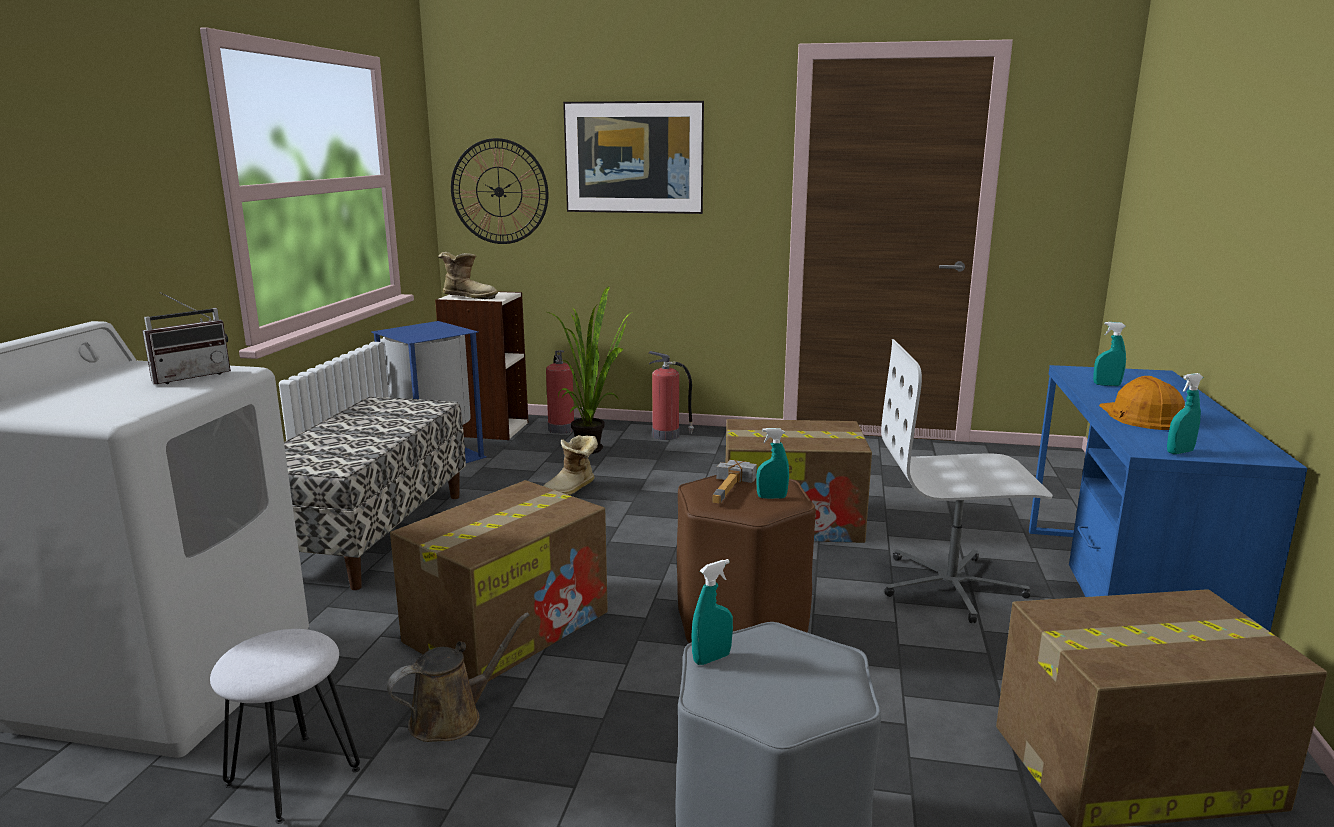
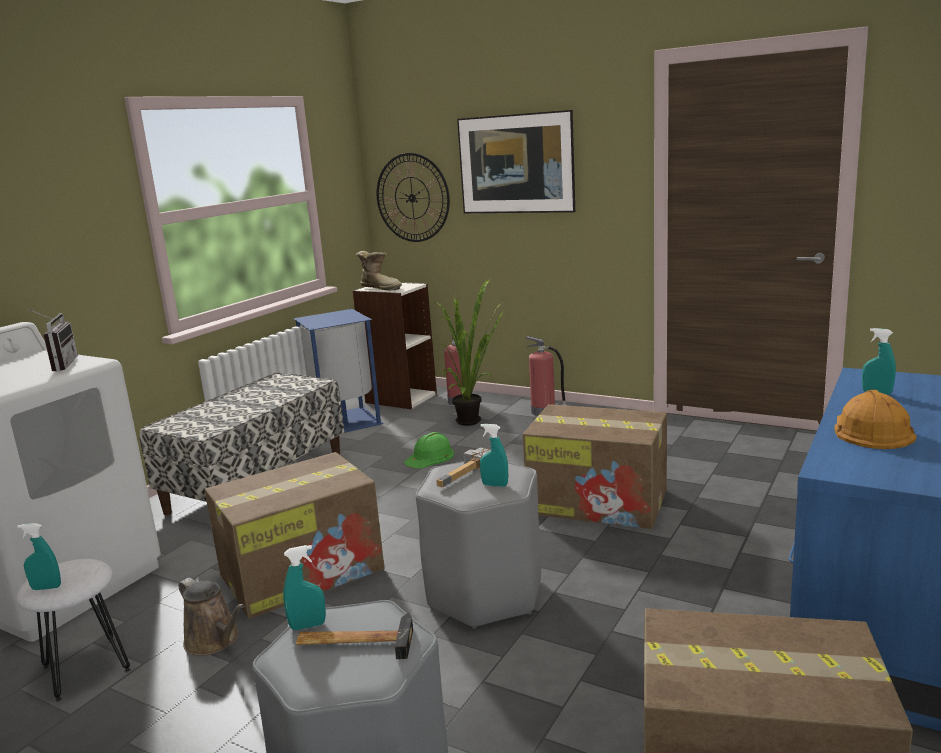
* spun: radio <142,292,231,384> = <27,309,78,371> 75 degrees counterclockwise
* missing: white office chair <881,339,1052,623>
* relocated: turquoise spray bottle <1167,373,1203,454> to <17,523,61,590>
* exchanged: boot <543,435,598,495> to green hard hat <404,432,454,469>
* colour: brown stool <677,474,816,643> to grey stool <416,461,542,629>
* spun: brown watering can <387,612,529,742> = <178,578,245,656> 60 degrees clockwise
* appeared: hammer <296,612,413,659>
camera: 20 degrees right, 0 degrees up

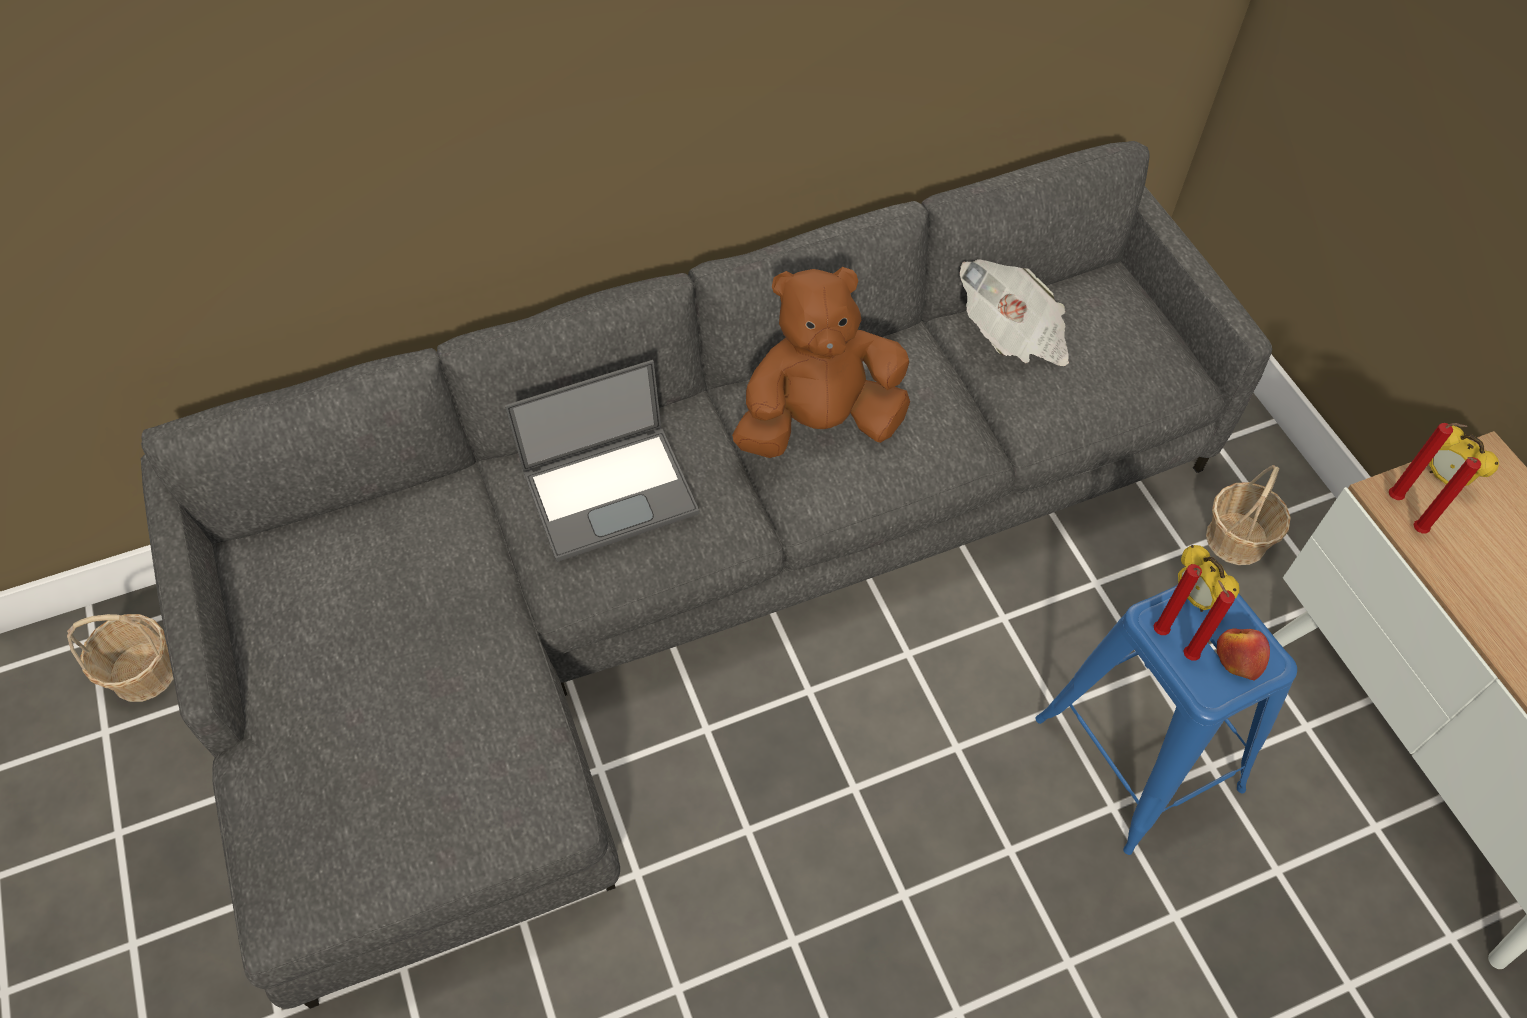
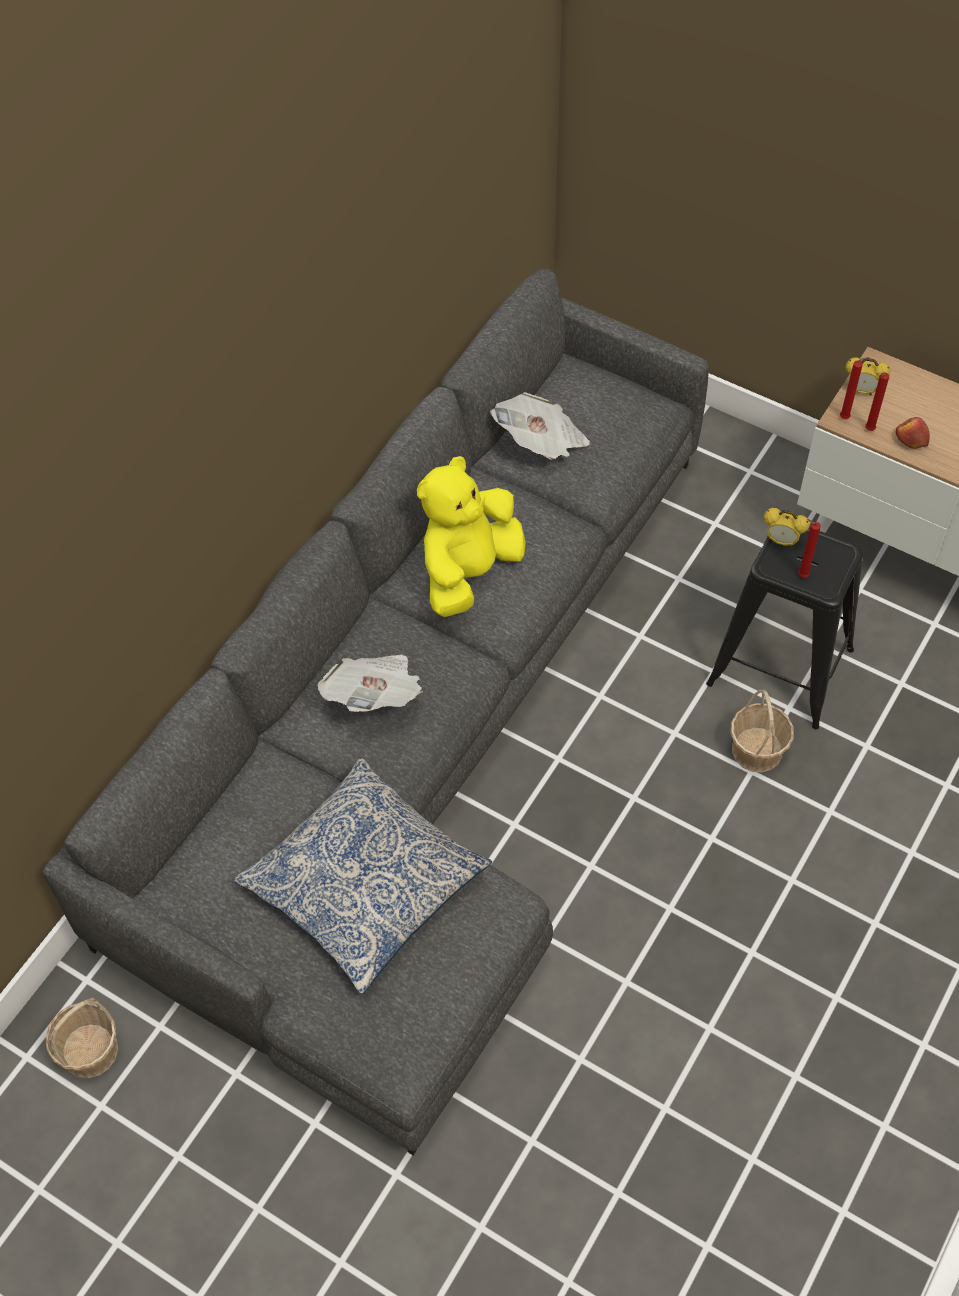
* colour: brown plush toy <732,267,910,458> to yellow plush toy <417,456,526,617>
* exchanged: laptop <505,360,699,562> to newspaper <318,654,423,712>
* relocated: basket <1206,465,1291,565> to <731,689,794,773>
* missing: red candle <1154,564,1202,635>
* colour: blue stool <1035,585,1297,855> to black stool <706,527,863,729>
* relocated: apple <1217,628,1270,681> to <895,417,930,449>
* appeared: pillow <234,758,492,994>
camera: 35 degrees left, 0 degrees up

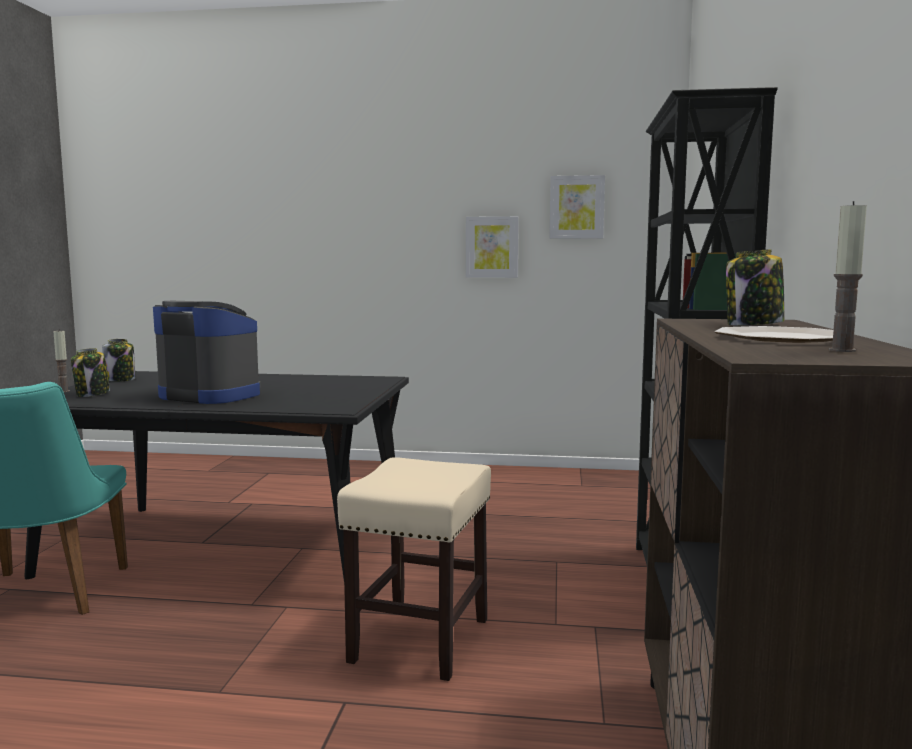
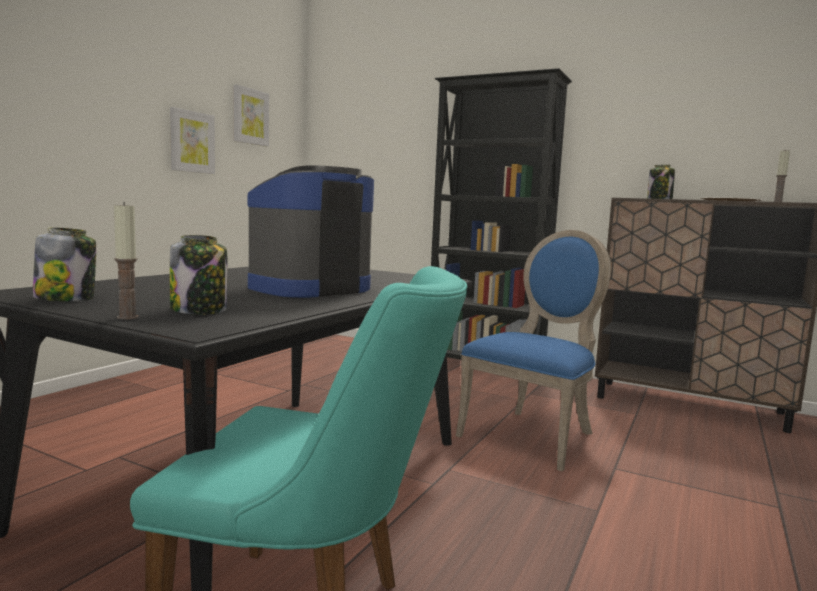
* exchanged: beige stool <337,457,491,681> to blue chair <456,230,611,471>
camera: 70 degrees left, 0 degrees up

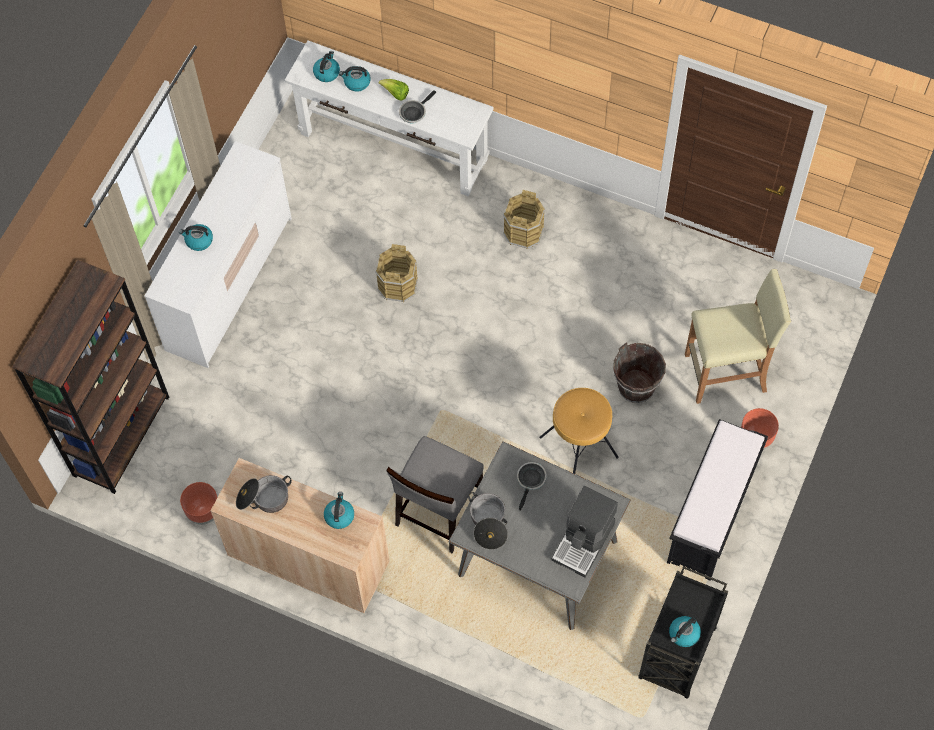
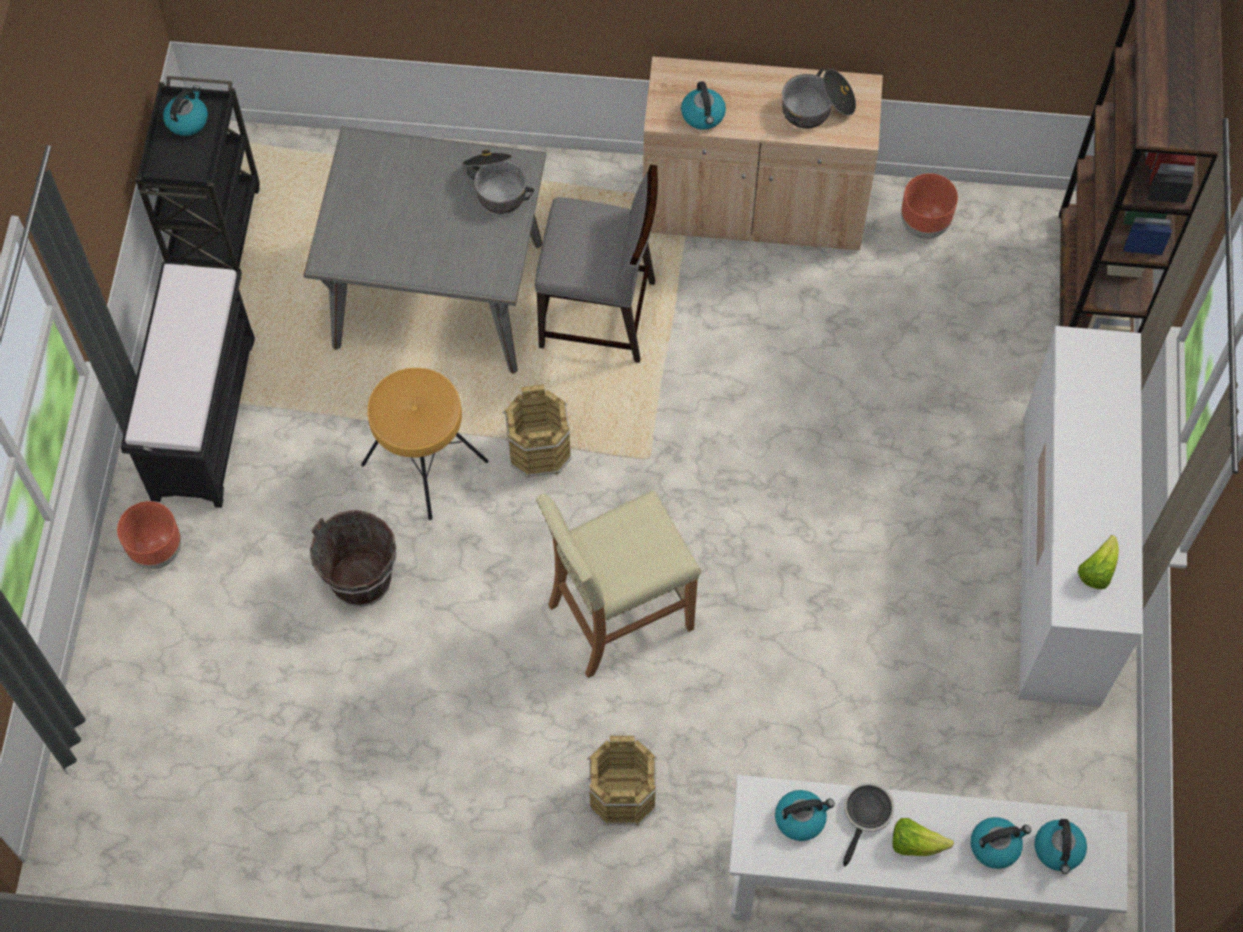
* relocated: kettle <179,224,213,251> to <775,790,835,841>
* relocated: brown bucket <375,244,418,302> to <503,384,572,478>
* relocated: beige stool <685,269,791,404> to <536,490,701,678>
* spun: grey chair <386,436,484,554> = <535,164,658,363> 90 degrees clockwise
* missing: frying pan <517,462,547,511>
* missing: coffee machine <551,486,618,577>
* appeared: lettuce <1078,535,1119,589>
camera: 160 degrees right, 0 degrees up

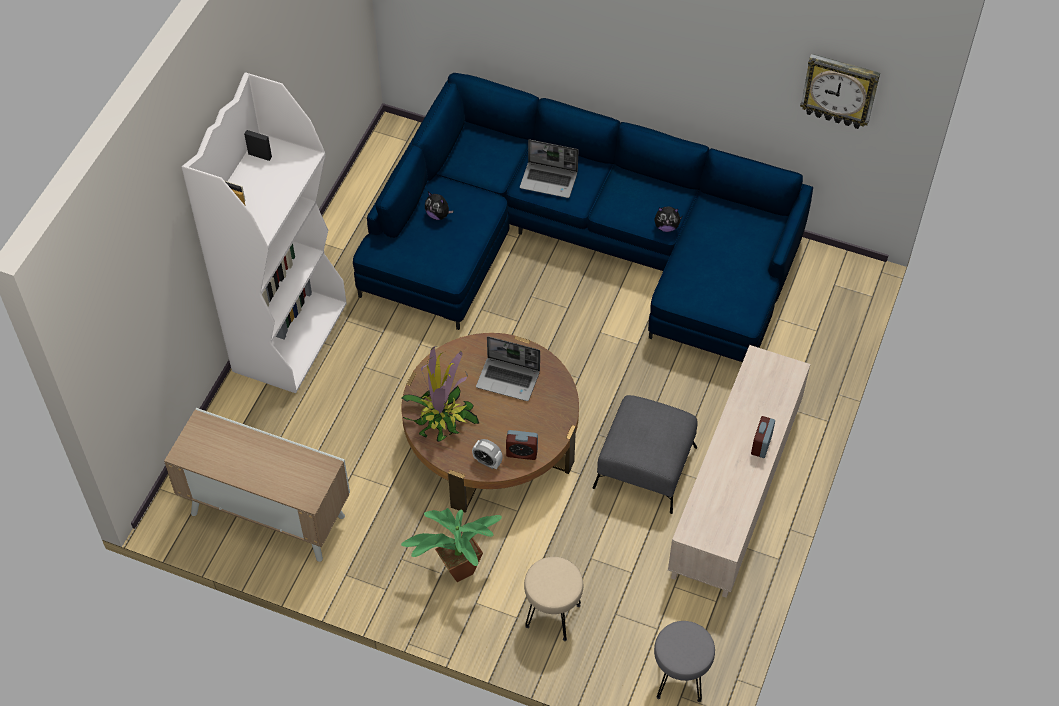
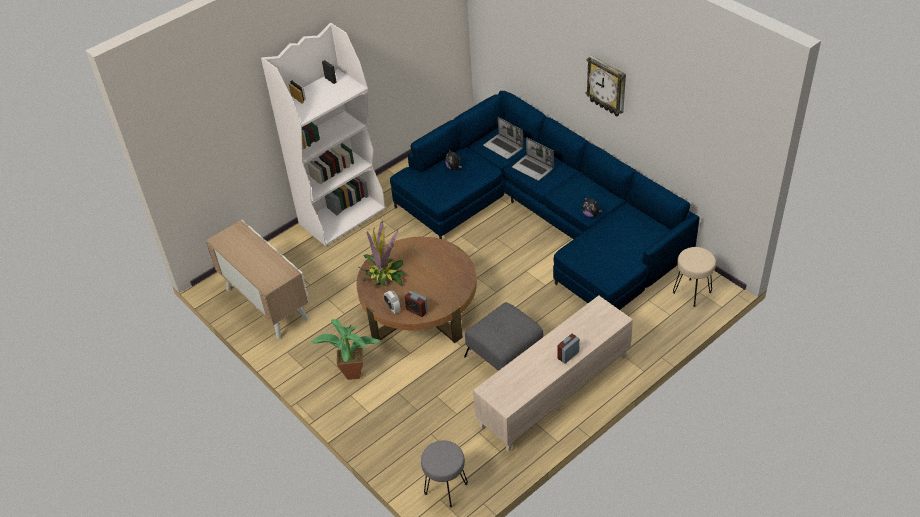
* relocated: wall clock <800,54,880,129> to <585,55,626,116>
* relocated: laptop <476,336,540,401> to <483,117,523,159>
* relocated: beige stool <524,557,583,641> to <673,247,716,307>
camera: 30 degrees right, 10 degrees down

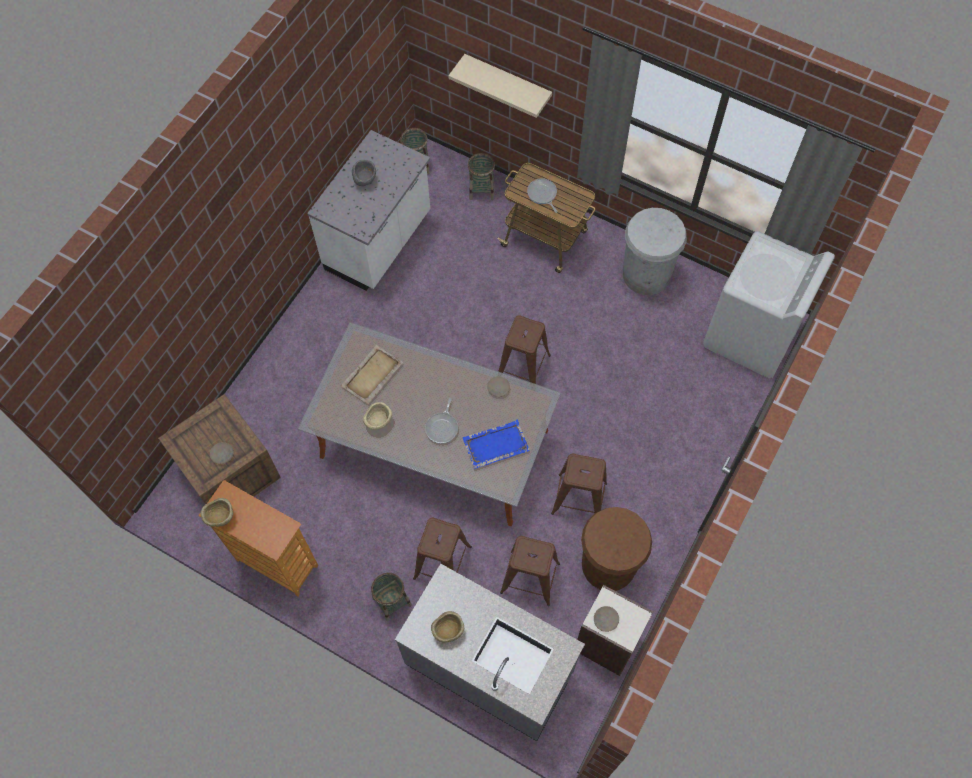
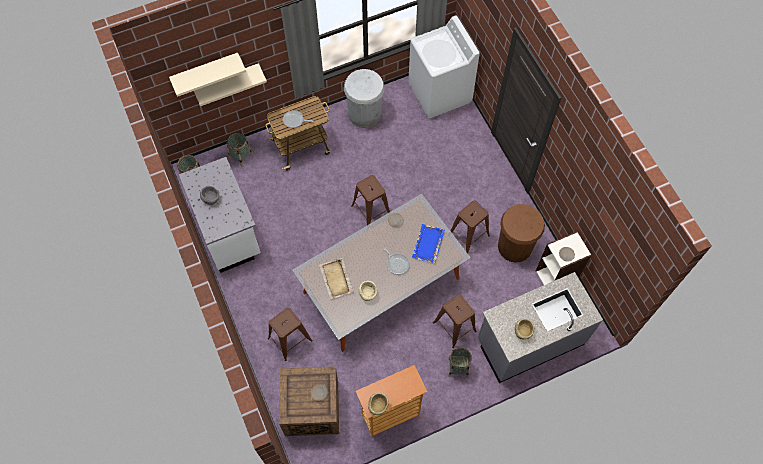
* relocated: brown stool <500,536,560,606> to <268,308,313,361>
* appeared: beige shelf <169,53,246,97>
camera: 55 degrees left, 0 degrees up

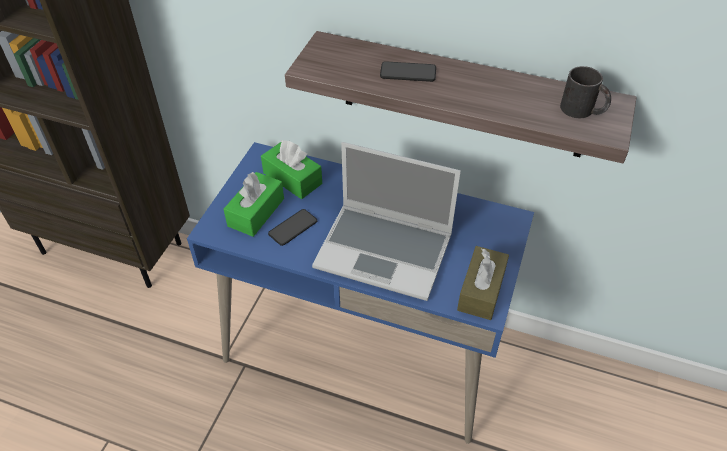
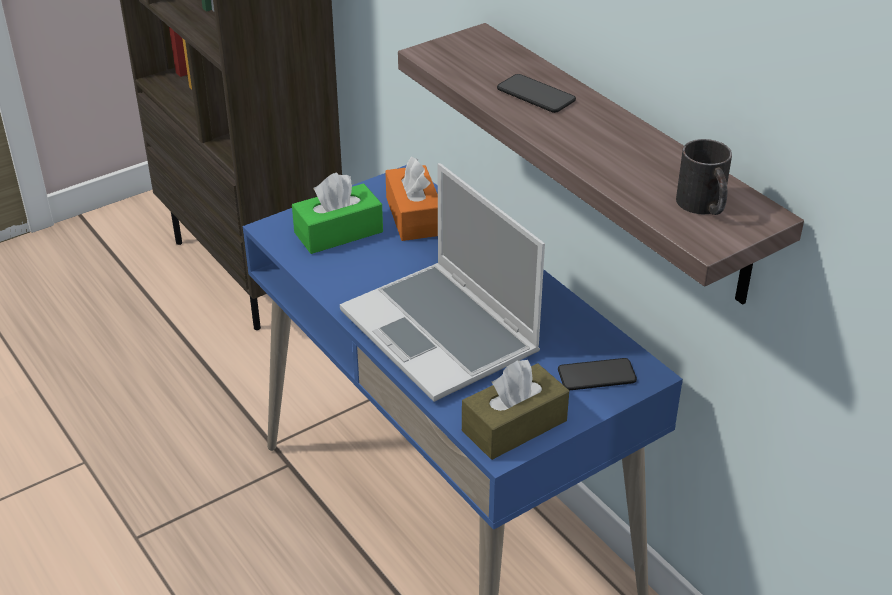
* colour: green tissue box <261,140,322,199> to orange tissue box <385,157,438,241>
* relocated: phone <268,209,317,246> to <558,358,637,390>
camera: 35 degrees right, 10 degrees down

